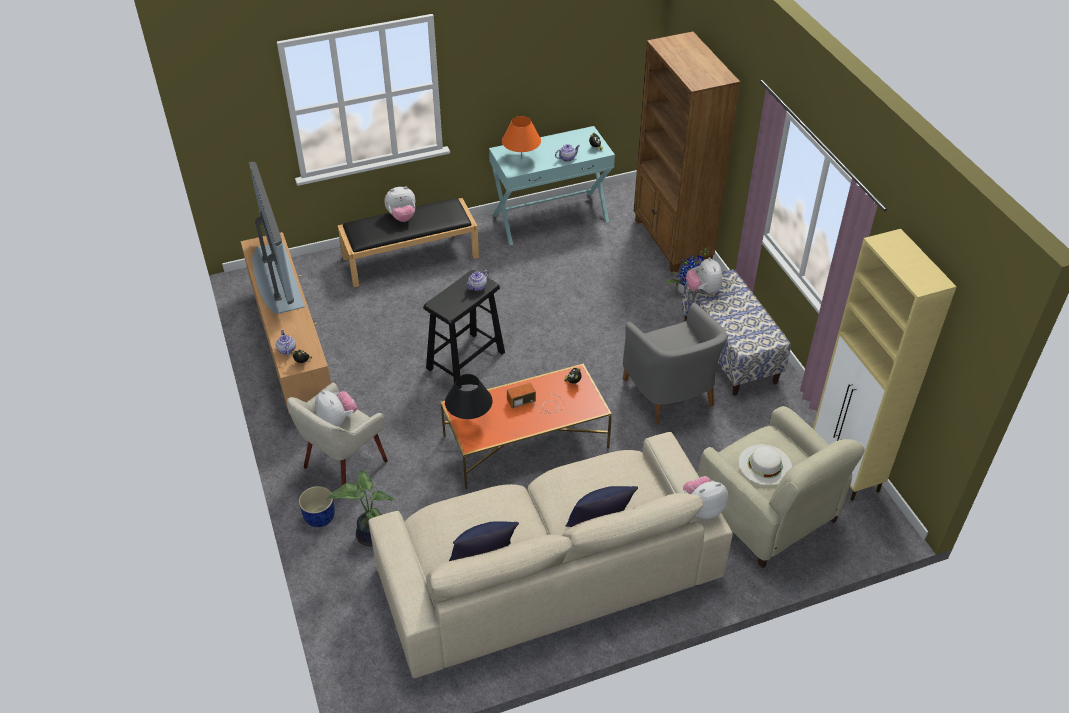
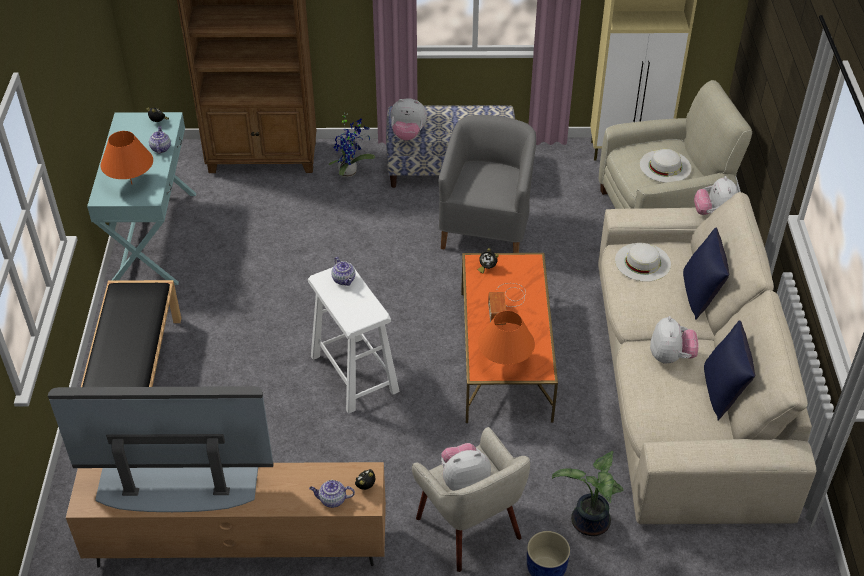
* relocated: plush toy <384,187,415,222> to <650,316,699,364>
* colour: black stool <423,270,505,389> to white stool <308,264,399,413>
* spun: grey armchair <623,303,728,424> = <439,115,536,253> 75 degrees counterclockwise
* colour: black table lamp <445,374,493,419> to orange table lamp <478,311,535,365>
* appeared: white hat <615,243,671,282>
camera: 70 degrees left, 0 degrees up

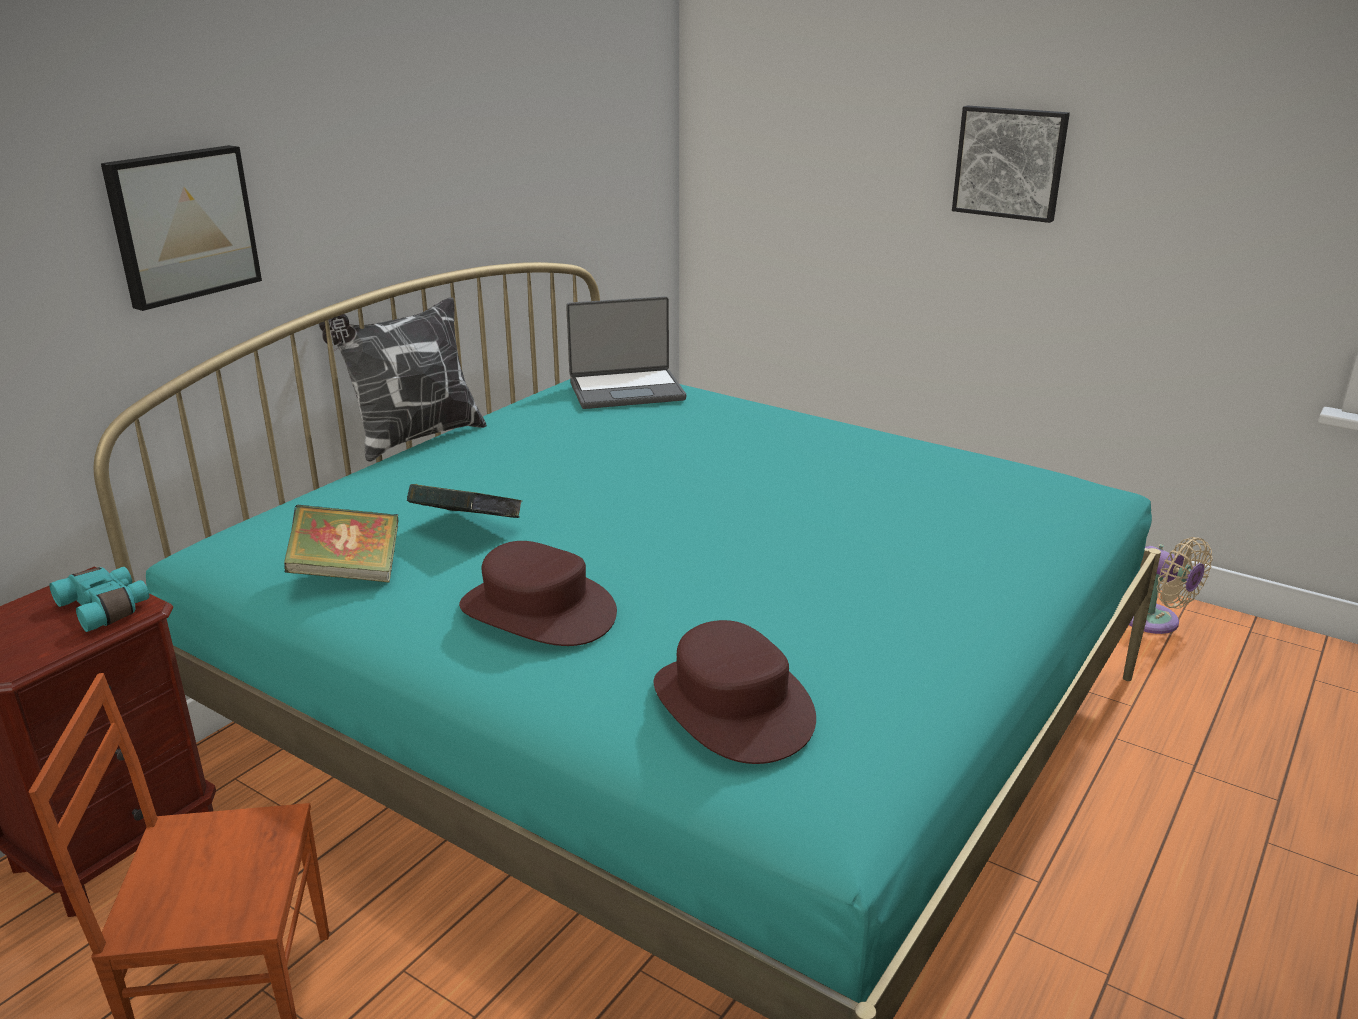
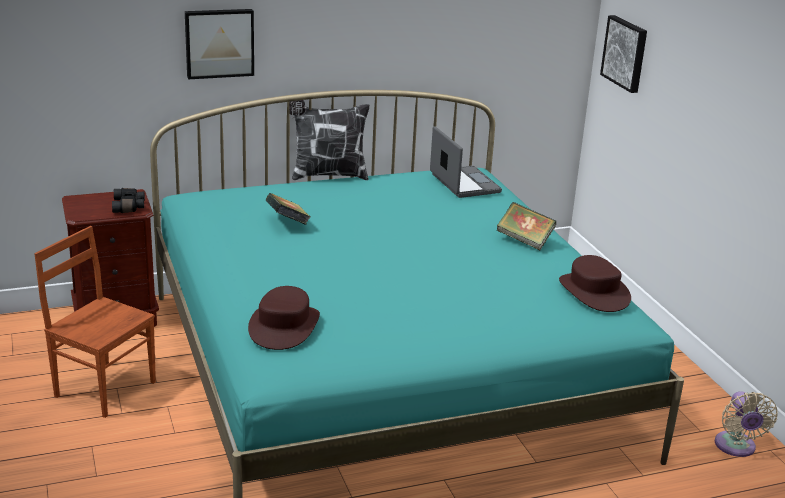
* relocated: picture <952,106,1070,223> to <600,15,647,93>
* spun: laptop <566,296,686,409> = <430,126,502,198> 135 degrees counterclockwise
* relocated: book <284,505,399,582> to <497,202,556,250>
* relocated: brown hat <459,541,617,646> to <559,255,631,312>
* colour: turquoise binoculars <49,567,149,632> to black binoculars <112,188,145,213>
camera: 35 degrees right, 0 degrees up

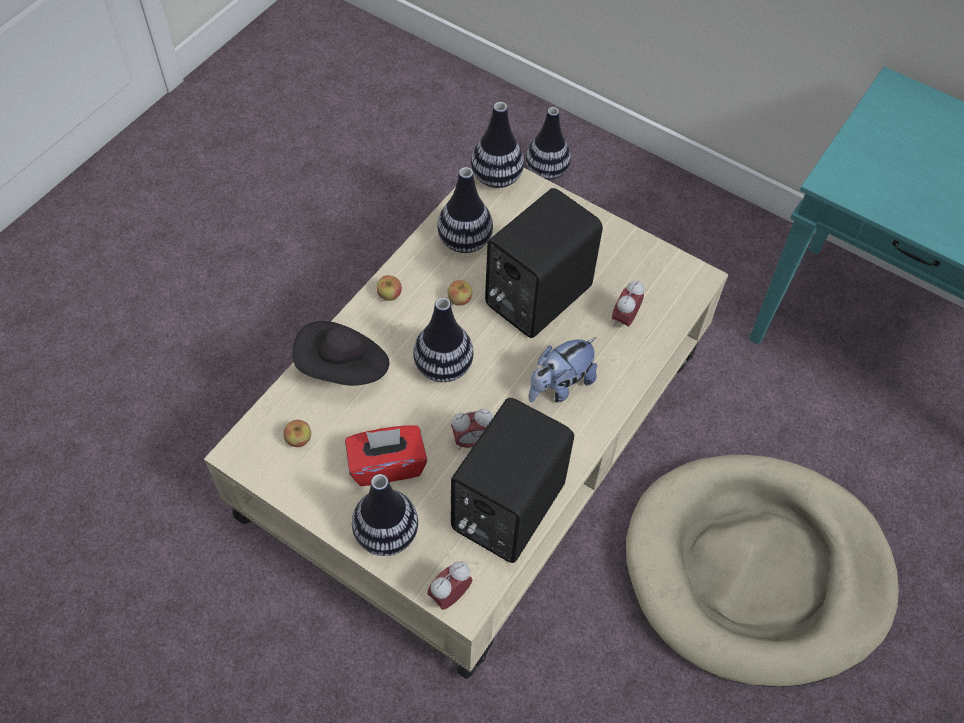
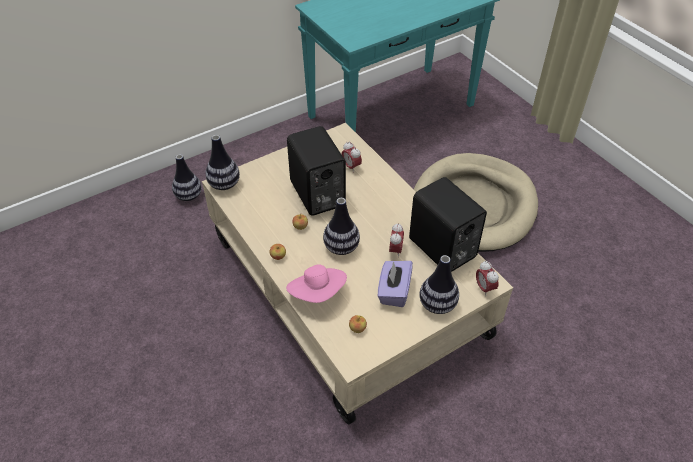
* missing: vase <437,167,493,253>
* colour: black hat <292,321,389,386> to pink hat <286,264,347,303>
* missing: plush toy <529,337,597,403>
* colour: red tissue box <345,425,428,486> to purple tissue box <378,261,413,307>
camera: 65 degrees left, 10 degrees down

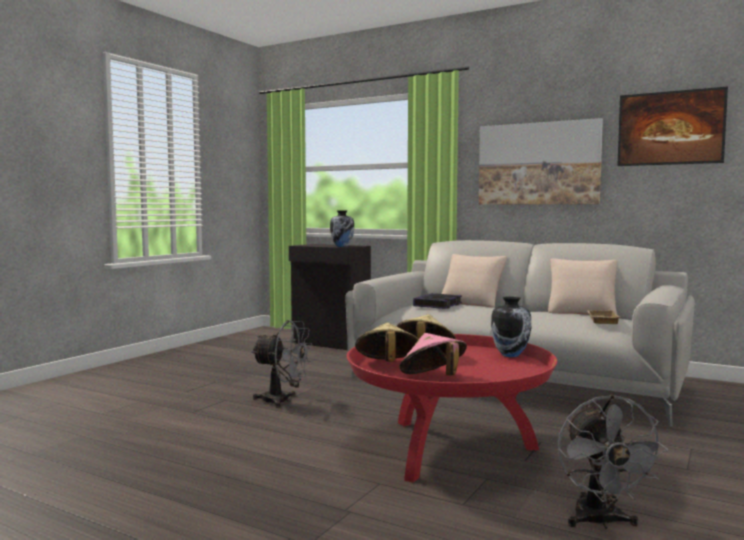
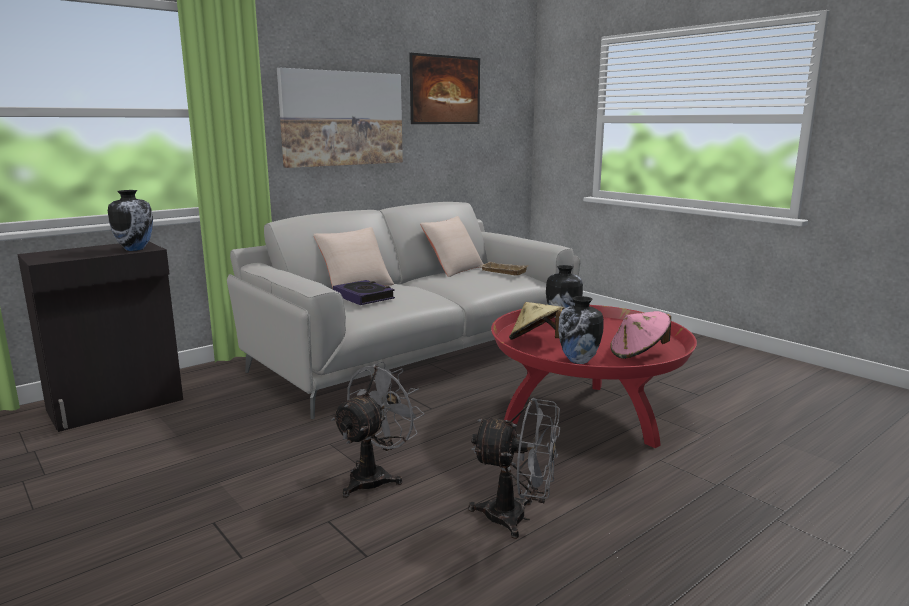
* exchanged: beige hat <355,322,418,362> to vase <558,296,604,364>
* relocated: grey fan <558,395,669,529> to <468,397,560,539>
camera: 70 degrees left, 10 degrees up

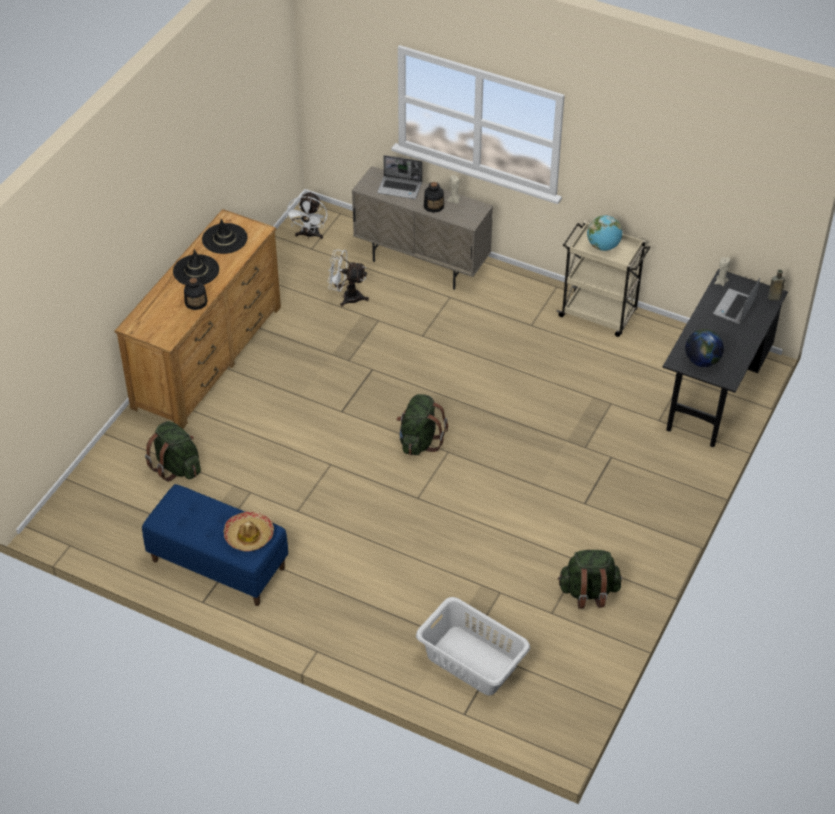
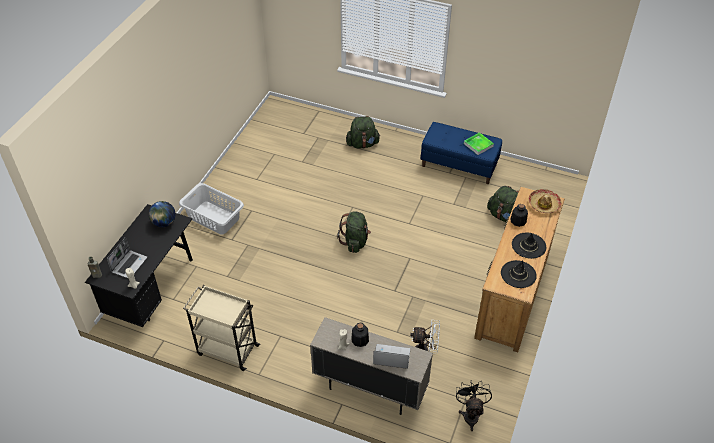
* colour: white fan <286,191,327,239> to black fan <456,380,492,431>
* missing: globe <587,215,622,251>
* relocated: hat <224,512,274,552> to <528,189,562,213>
* relocated: green backpack <558,550,622,608> to <346,116,380,149>
* relocated: grey laundry basket <416,597,530,696> to <179,183,244,234>
* appeared: tray <464,132,494,155>
camera: 175 degrees right, 0 degrees up

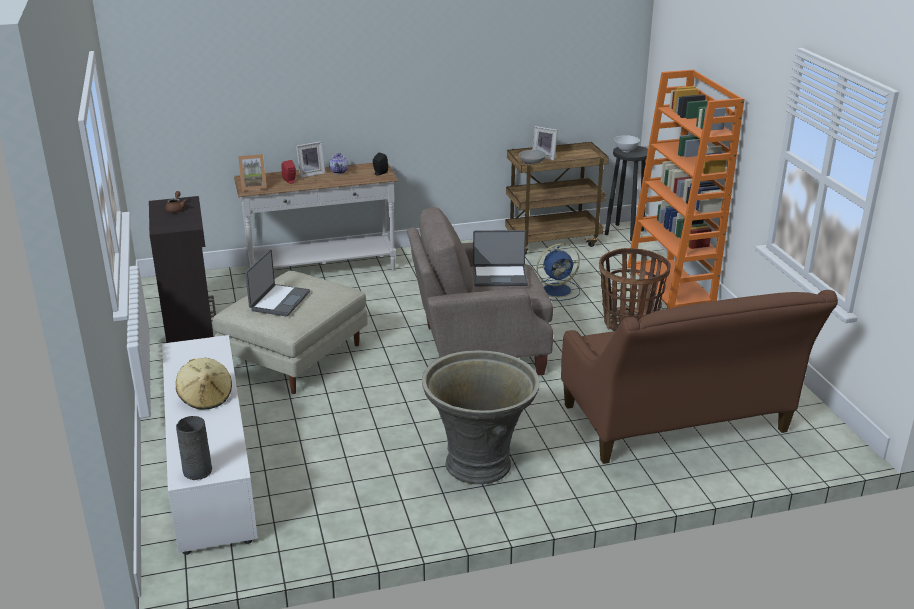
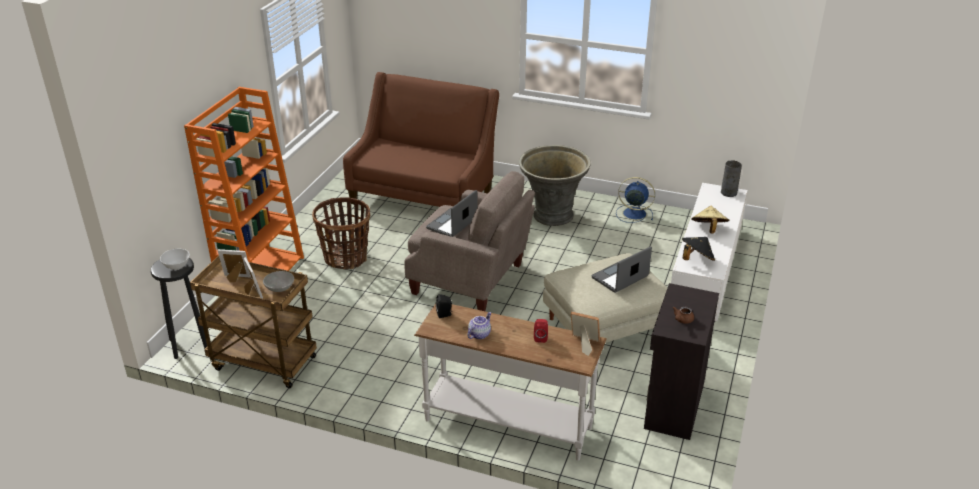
* relocated: picture frame <296,141,325,178> to <217,249,251,282>
* spun: laptop <473,230,528,286> = <426,190,477,237> 90 degrees counterclockwise
* relocated: blue fan <536,243,580,301> to <616,177,655,223>
* appeared: black hat <682,237,715,261>
camera: 145 degrees left, 5 degrees up

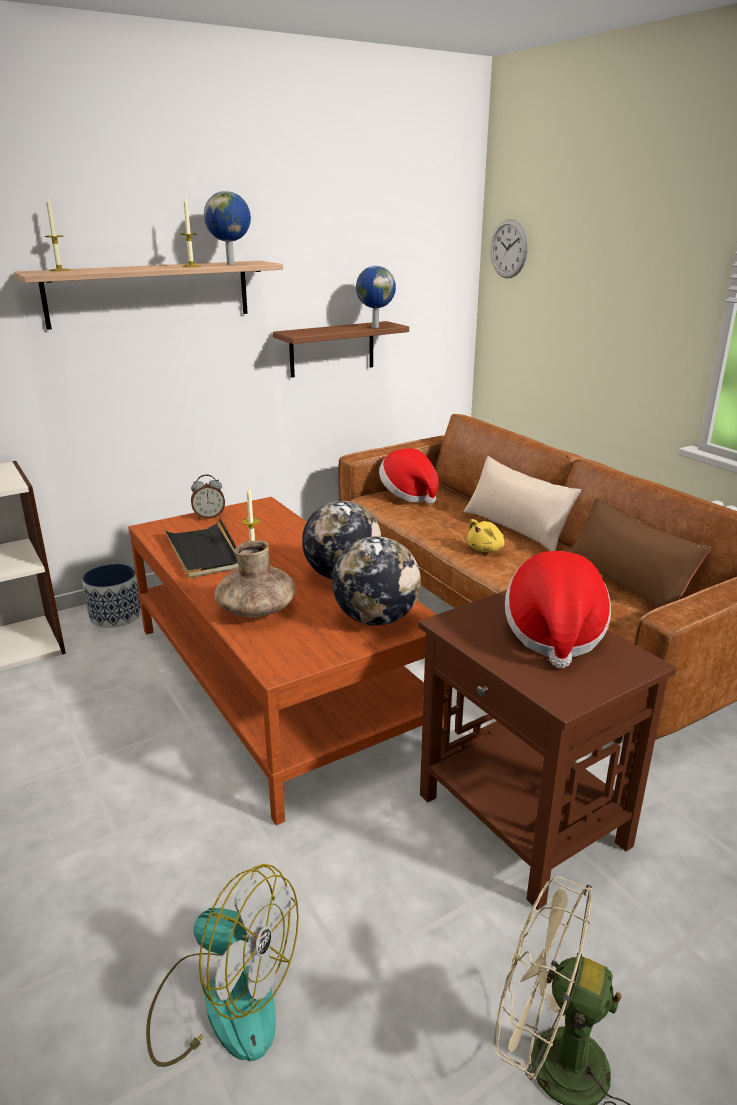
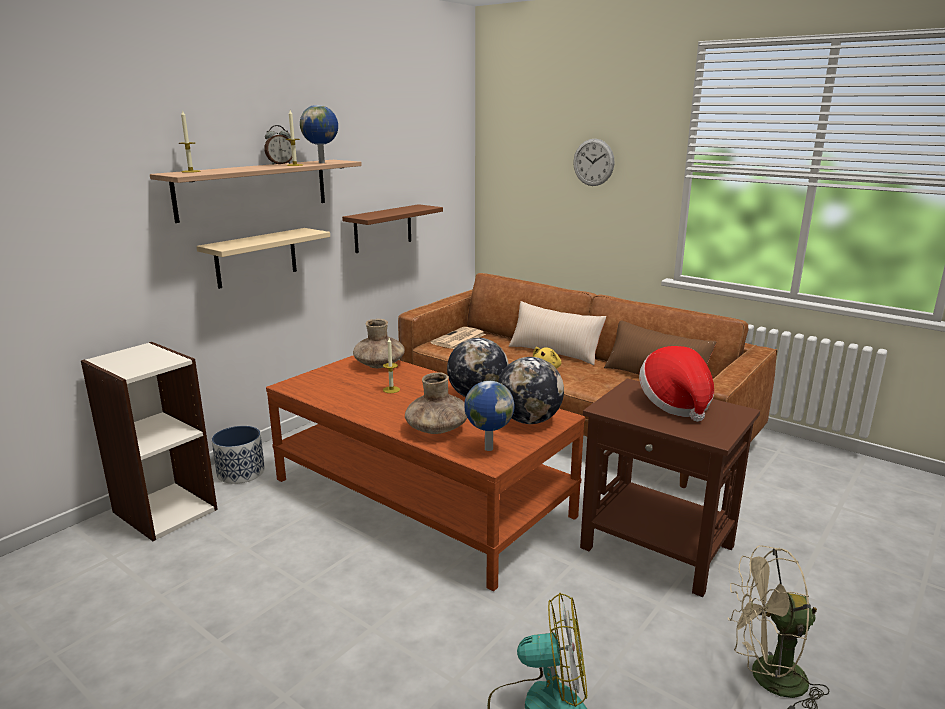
* relocated: wall clock <490,219,528,278> to <573,139,615,186>
* relocated: globe <356,266,396,328> to <464,381,515,451>
* exchanged: hat <379,448,439,504> to newspaper <431,327,486,349>
* relocated: alarm clock <191,474,225,519> to <264,125,292,165>
* missing: black tray <162,518,239,578>
* appeared: beige shelf <196,228,330,289>
* appeared: brown vase <353,319,405,368>
camera: 20 degrees left, 5 degrees down

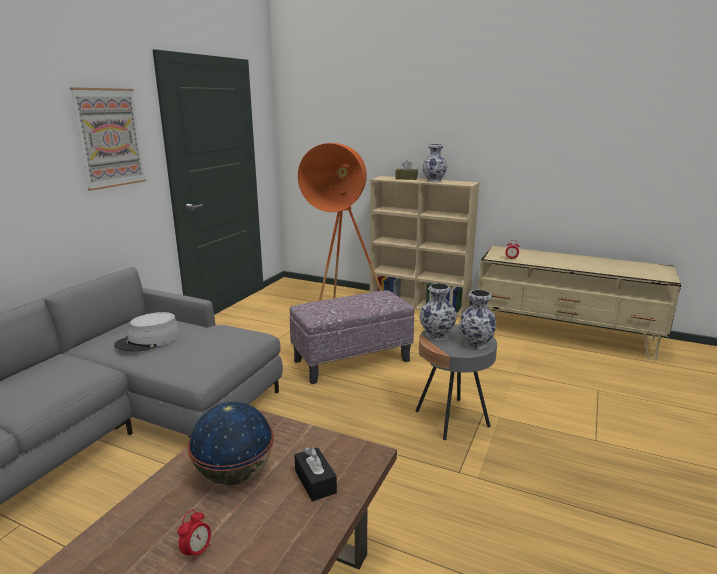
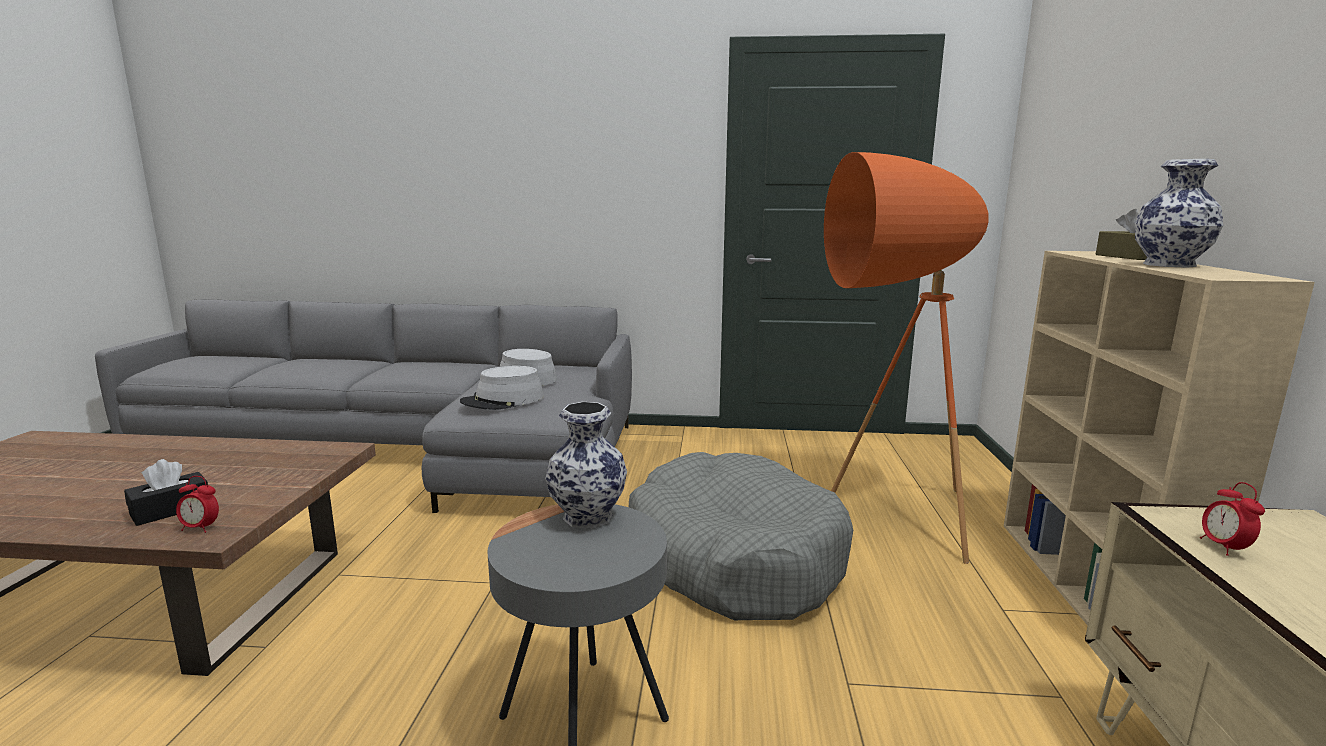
* missing: picture <70,87,146,191>
* exchanged: ottoman <290,290,415,384> to grey dog bed <629,452,853,620>
* missing: vase <459,290,496,349>
* missing: globe <188,402,274,486>
* relocated: alarm clock <178,510,211,563> to <176,476,219,533>
* appeared: grey hat <460,366,544,410>
camera: 70 degrees right, 5 degrees down

